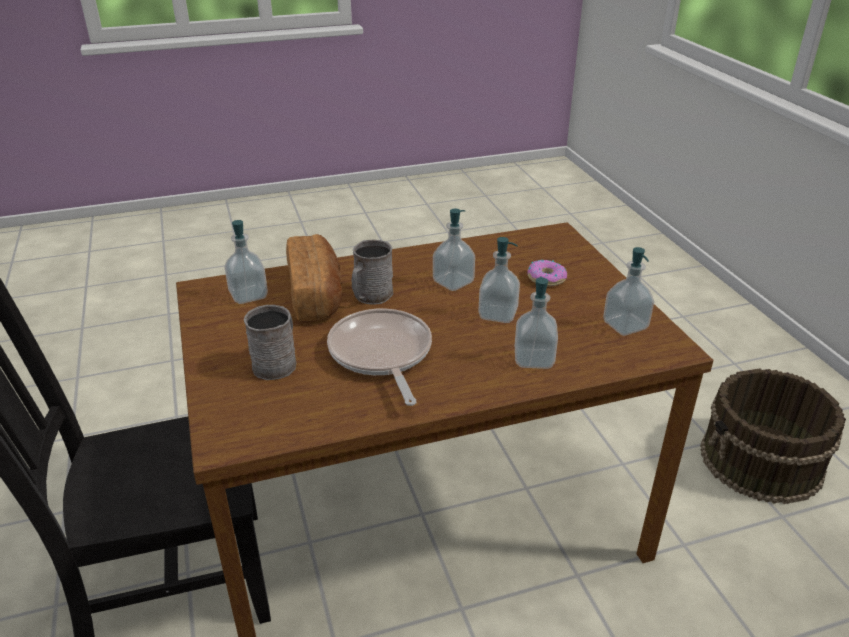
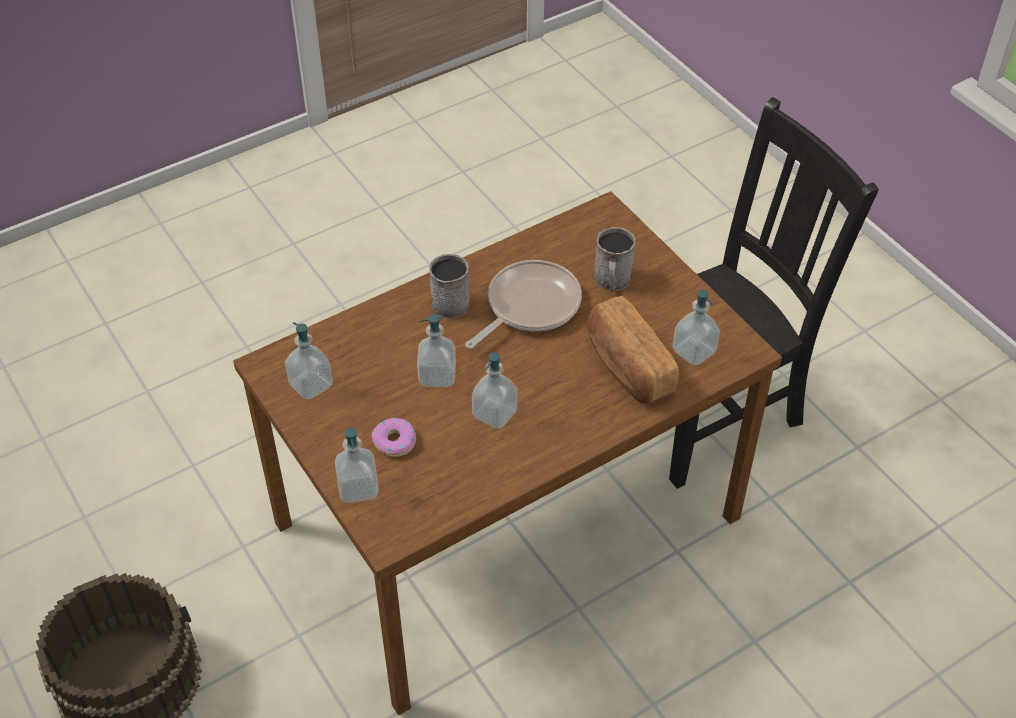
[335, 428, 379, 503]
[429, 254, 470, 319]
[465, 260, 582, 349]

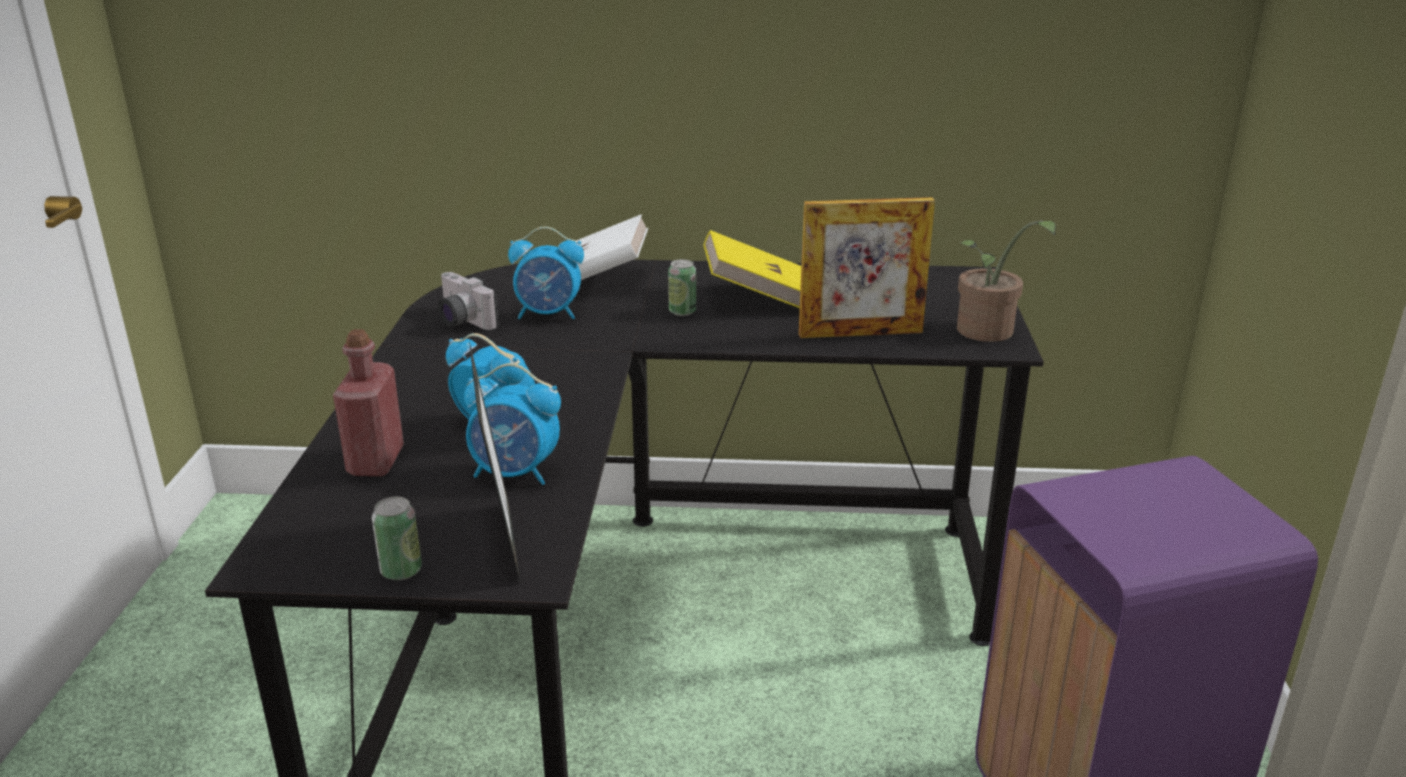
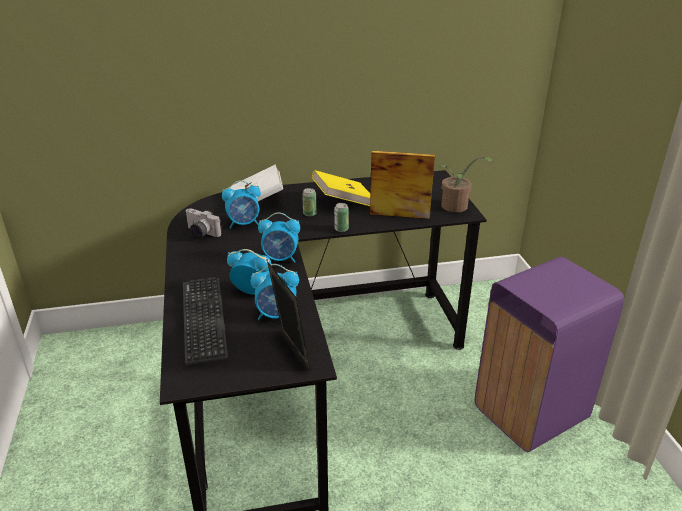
[183, 277, 228, 365]
[258, 212, 301, 263]
[334, 203, 349, 232]
[370, 151, 435, 219]

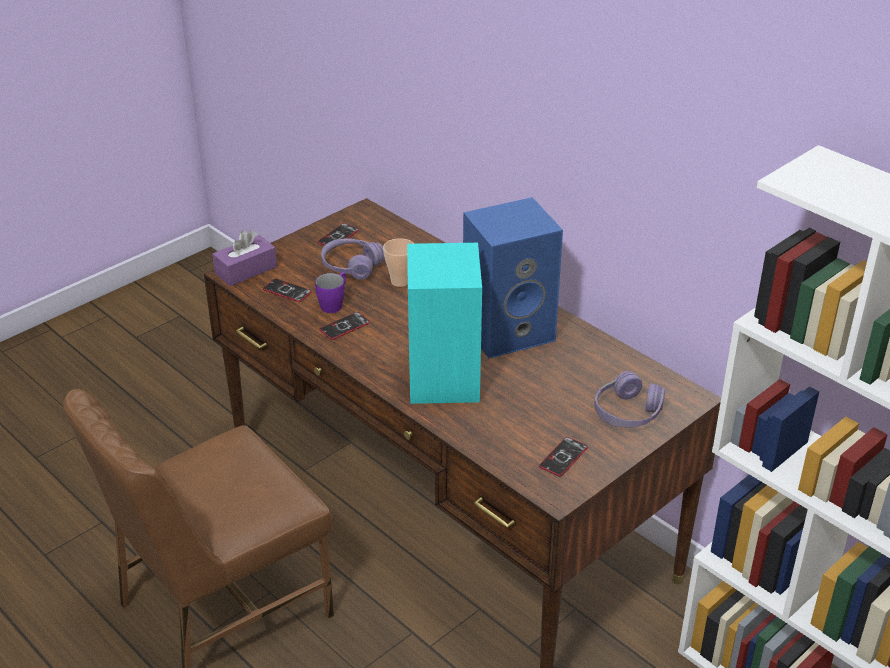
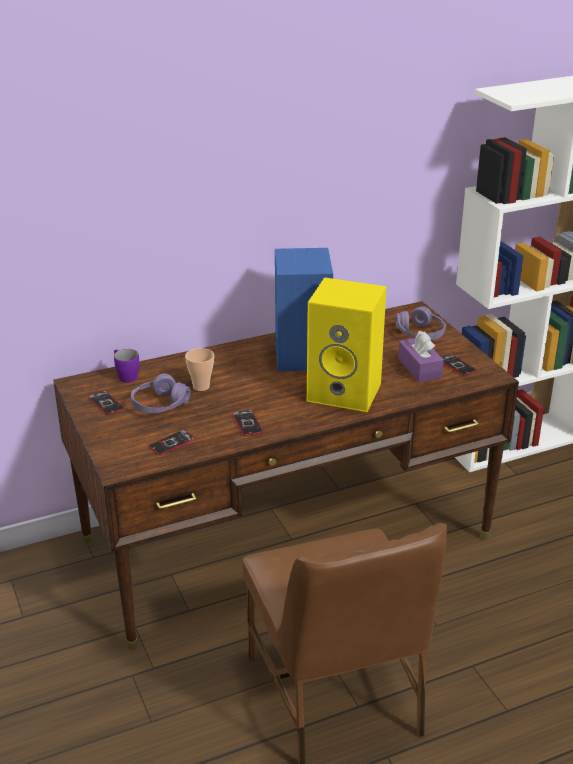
[114, 349, 139, 383]
[307, 277, 387, 412]
[398, 331, 444, 382]

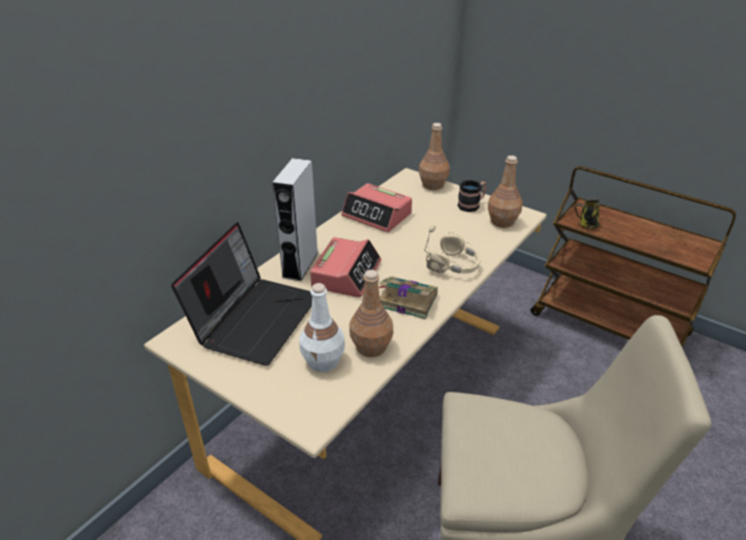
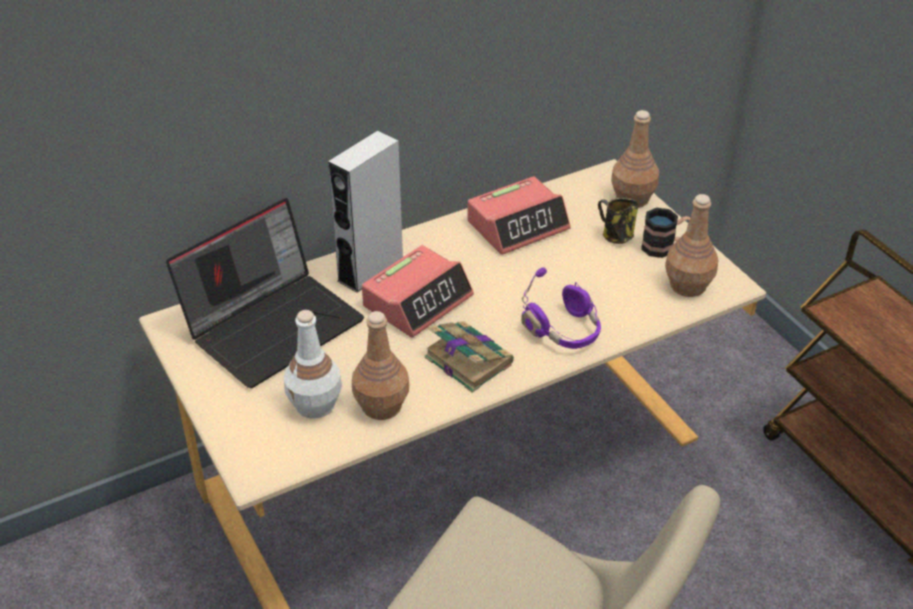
[468, 176, 571, 255]
[521, 267, 601, 349]
[598, 198, 638, 244]

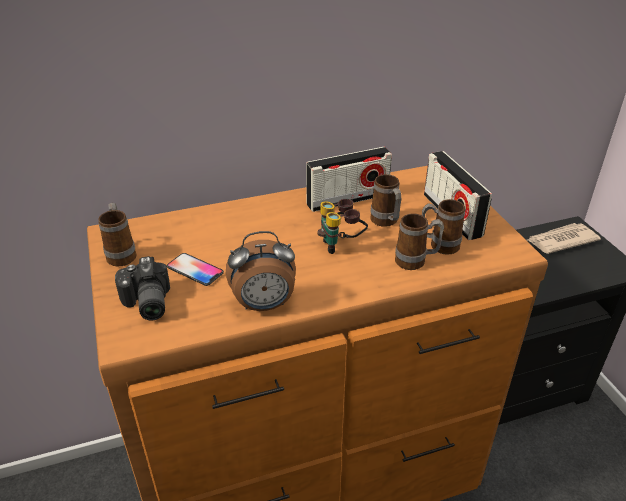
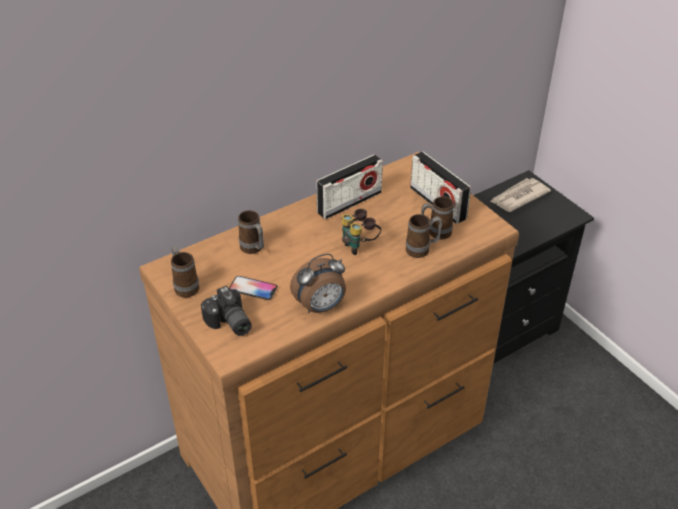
[238, 210, 264, 254]

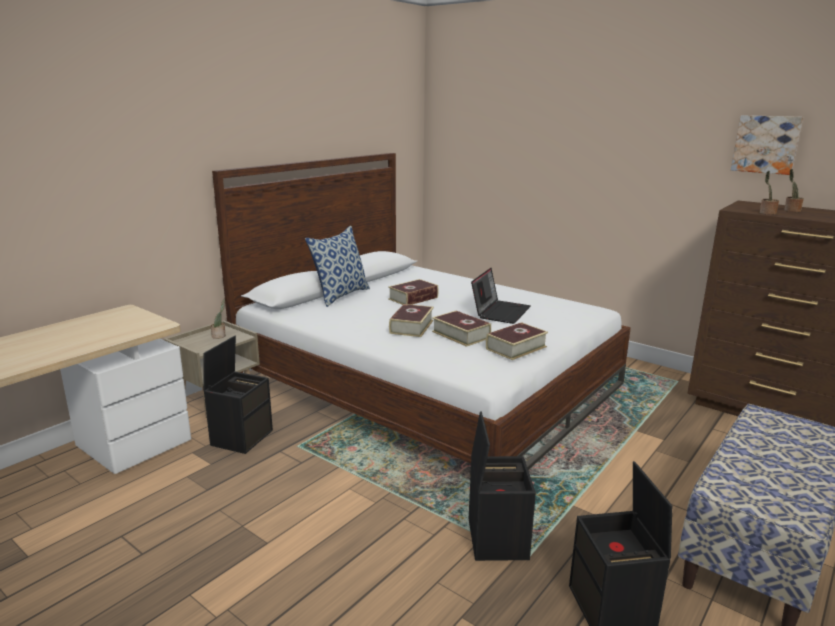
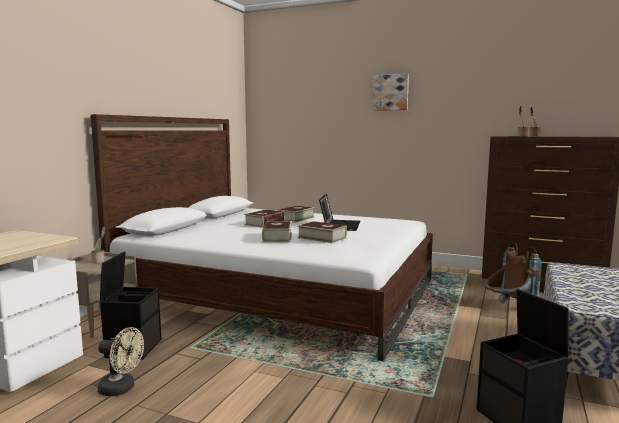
[98, 327, 144, 396]
[277, 205, 315, 223]
[373, 74, 409, 111]
[485, 243, 542, 303]
[305, 226, 370, 307] (first image)
[469, 411, 536, 561] (first image)

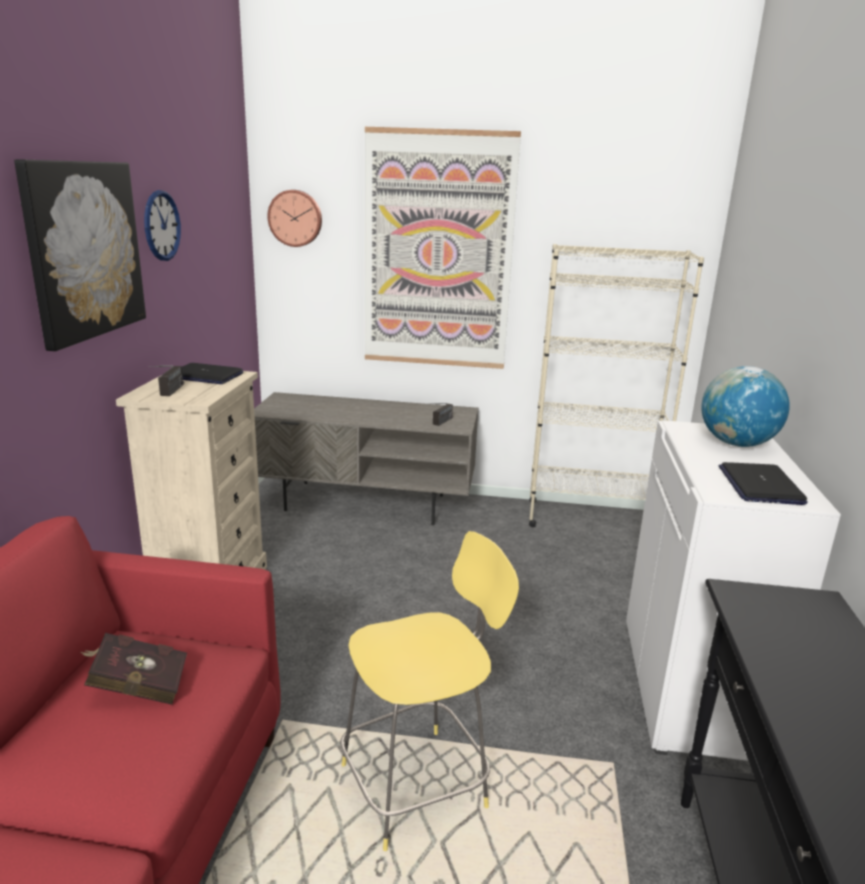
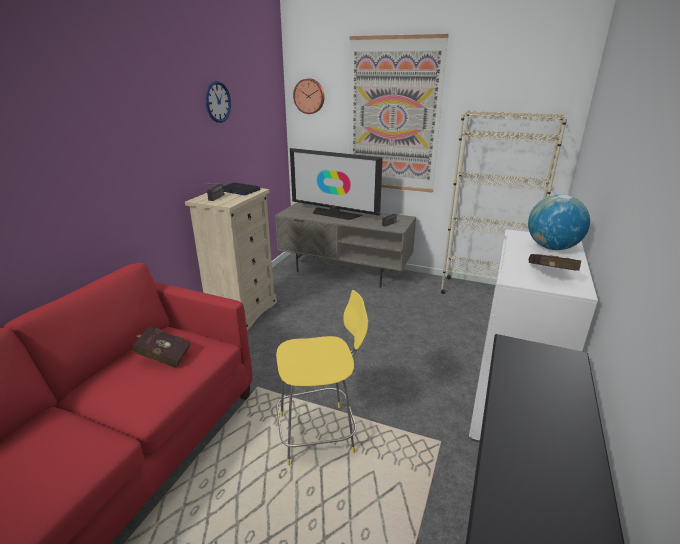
[290, 148, 383, 220]
[529, 254, 581, 271]
[14, 159, 146, 351] (first image)

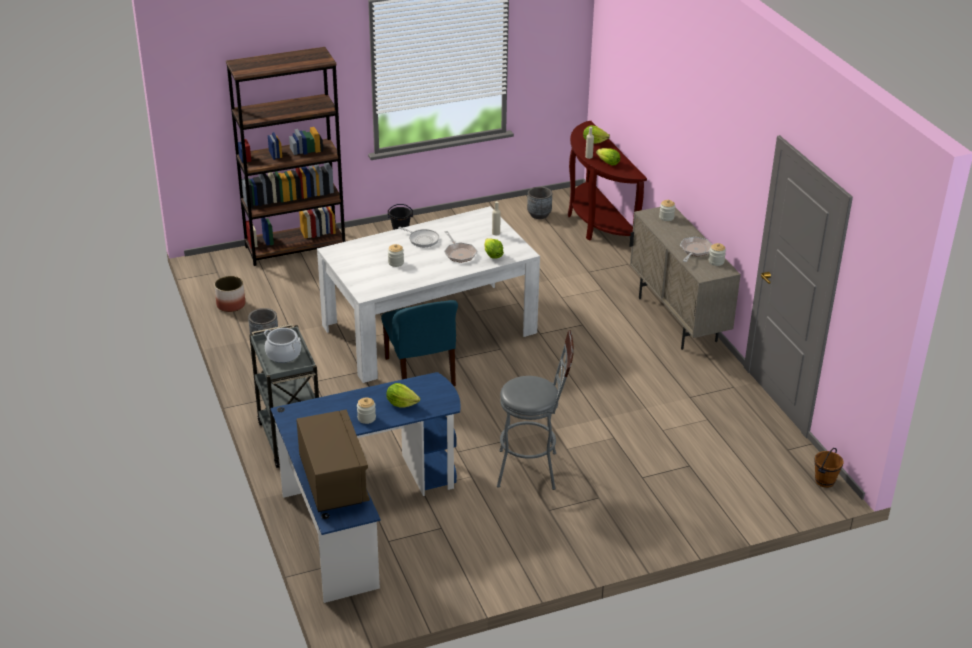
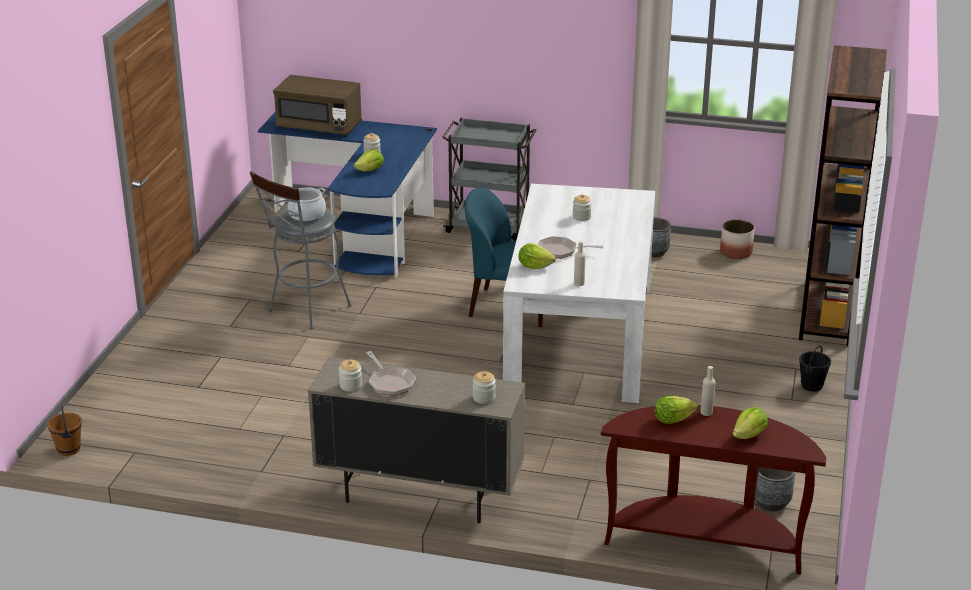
[288, 188, 326, 222]
[398, 227, 439, 247] (first image)

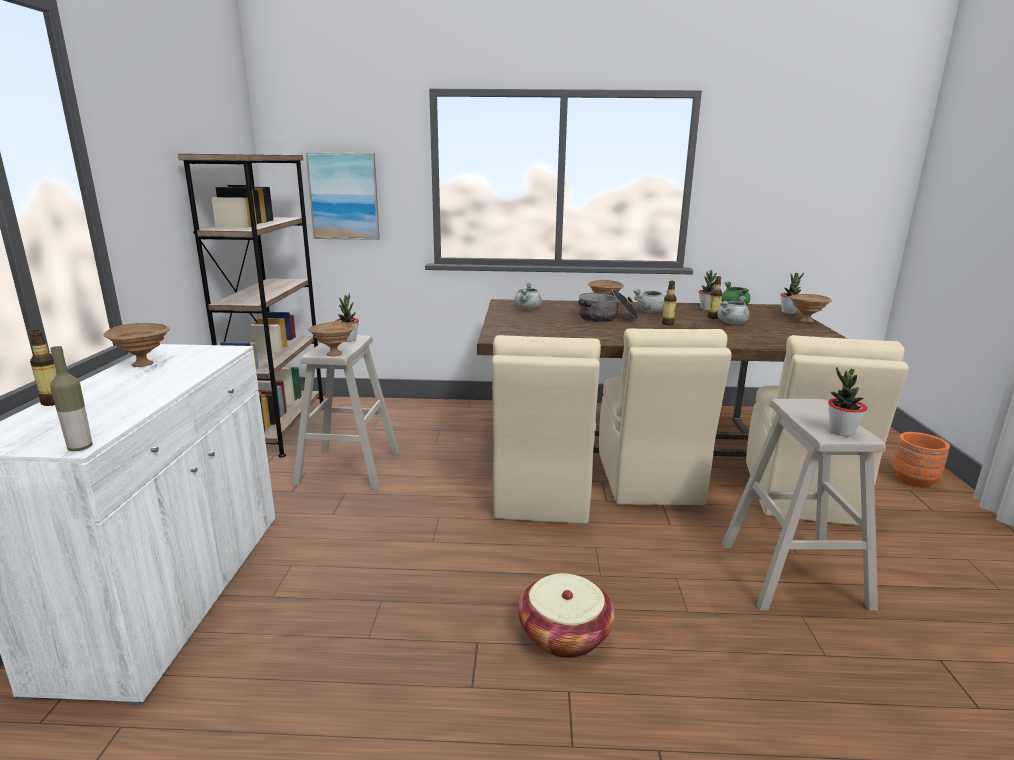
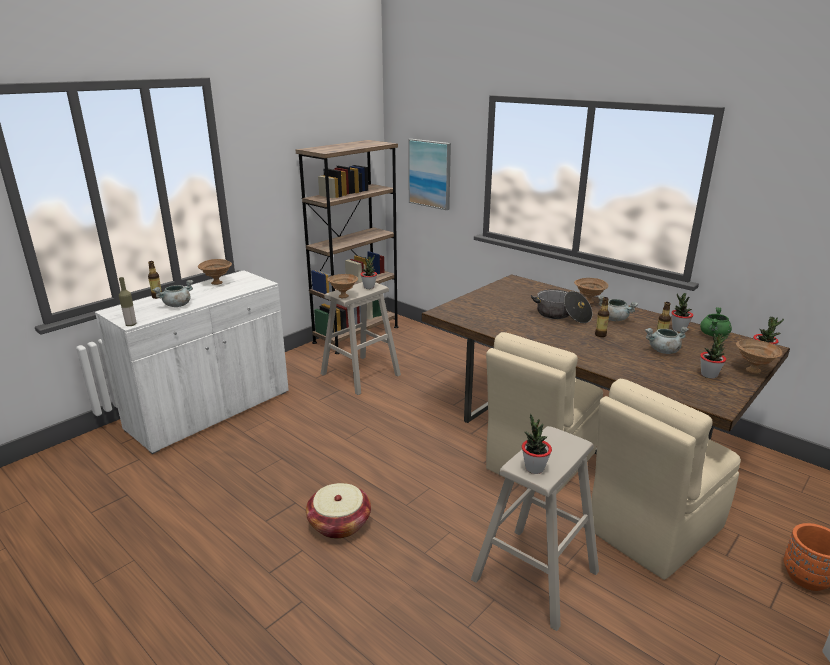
[153, 280, 193, 307]
[700, 333, 729, 379]
[492, 335, 601, 524] (first image)

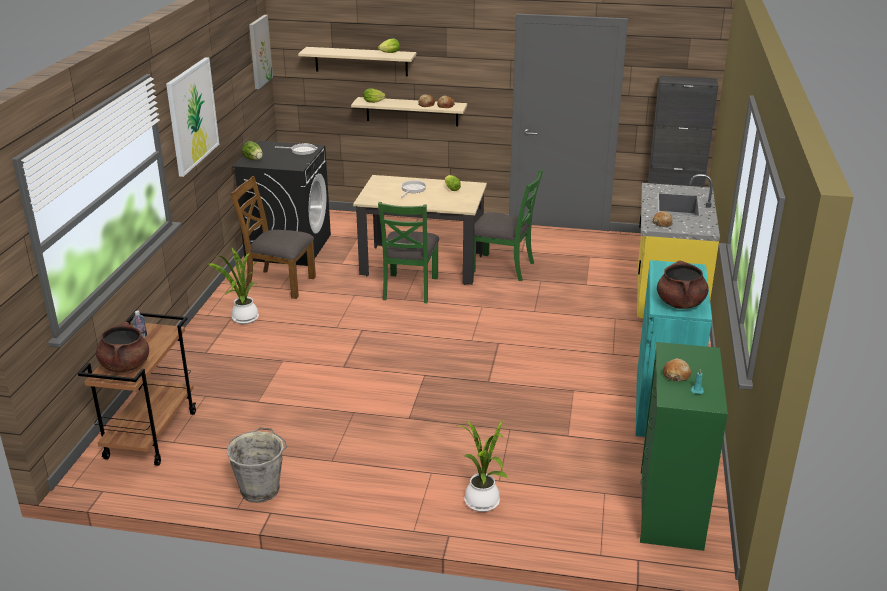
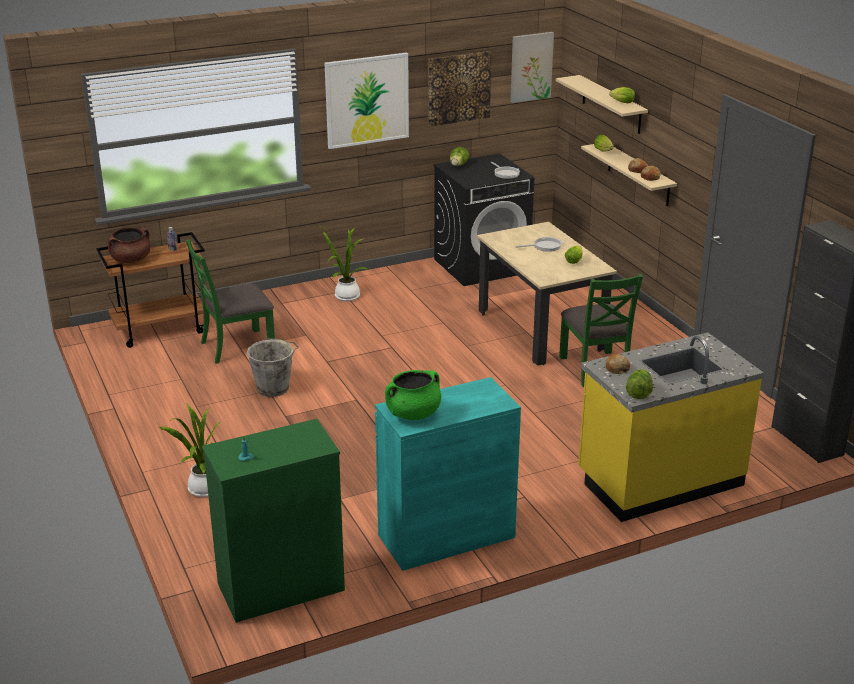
[186, 239, 275, 364]
[247, 339, 299, 397]
[385, 370, 441, 420]
[428, 51, 492, 126]
[626, 369, 653, 399]
[230, 176, 316, 299] (first image)
[663, 358, 691, 382] (first image)

